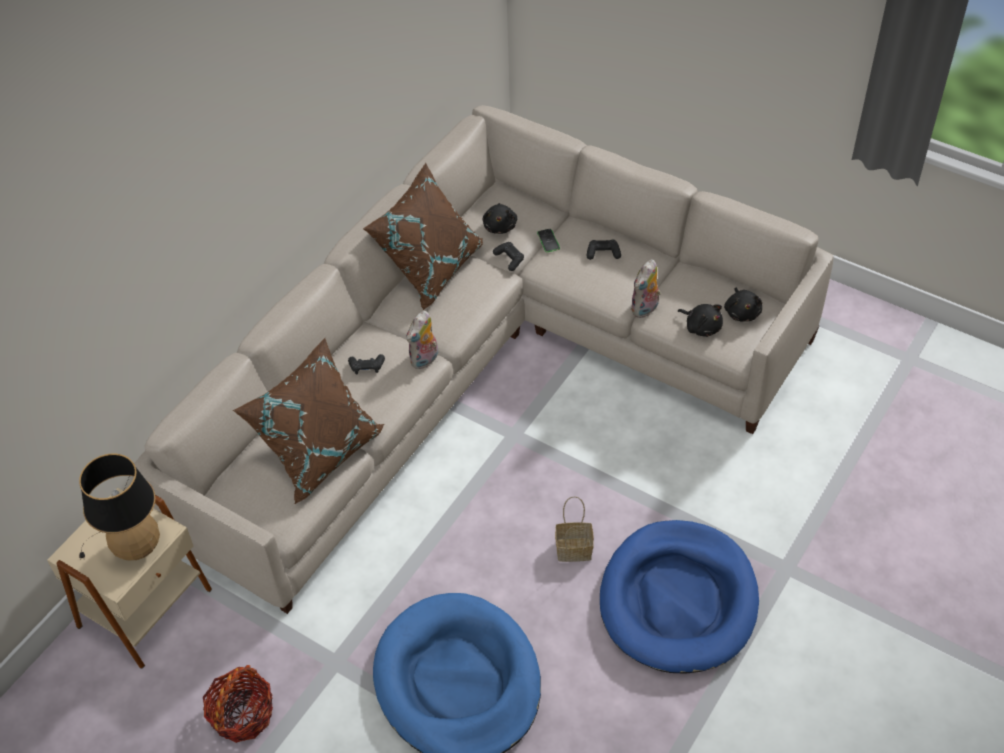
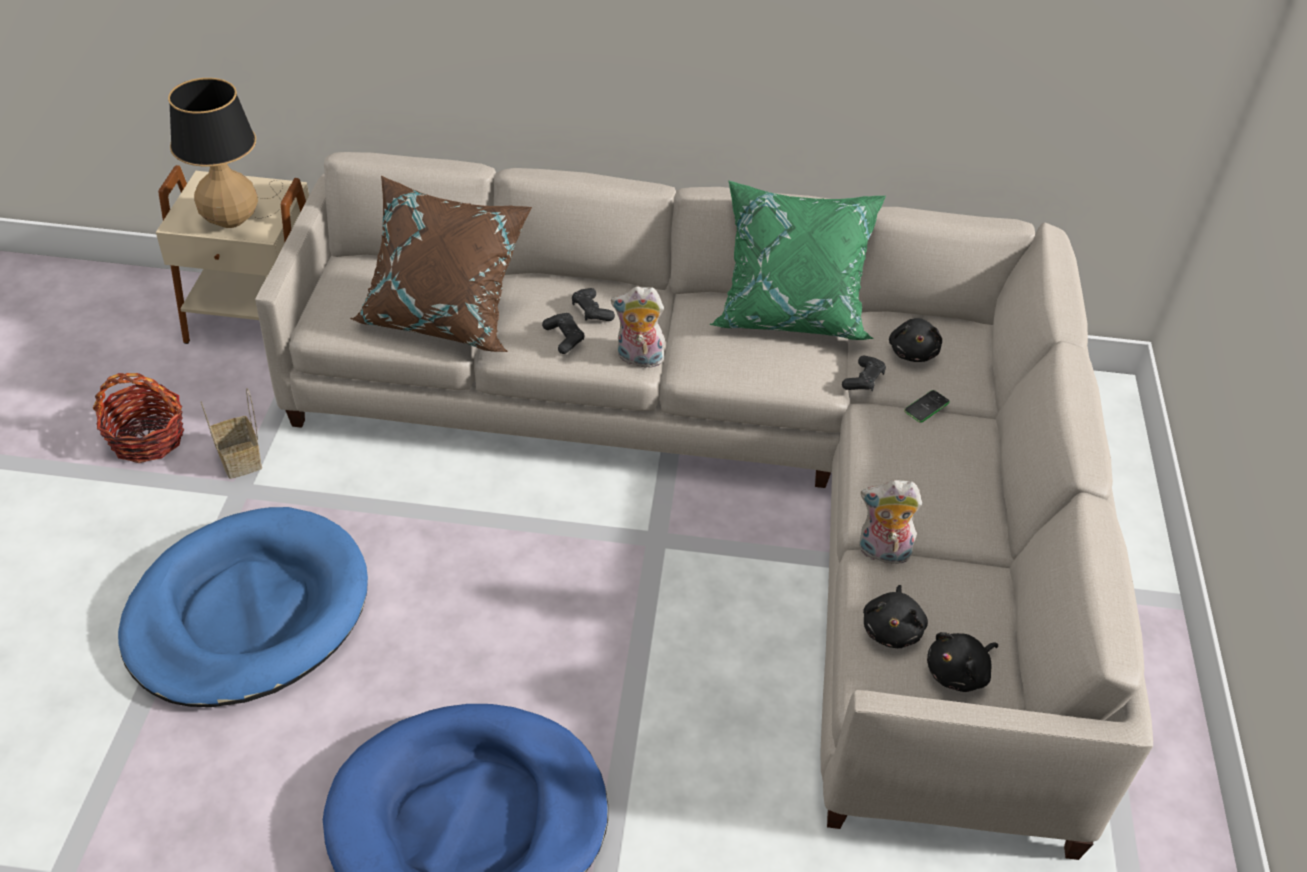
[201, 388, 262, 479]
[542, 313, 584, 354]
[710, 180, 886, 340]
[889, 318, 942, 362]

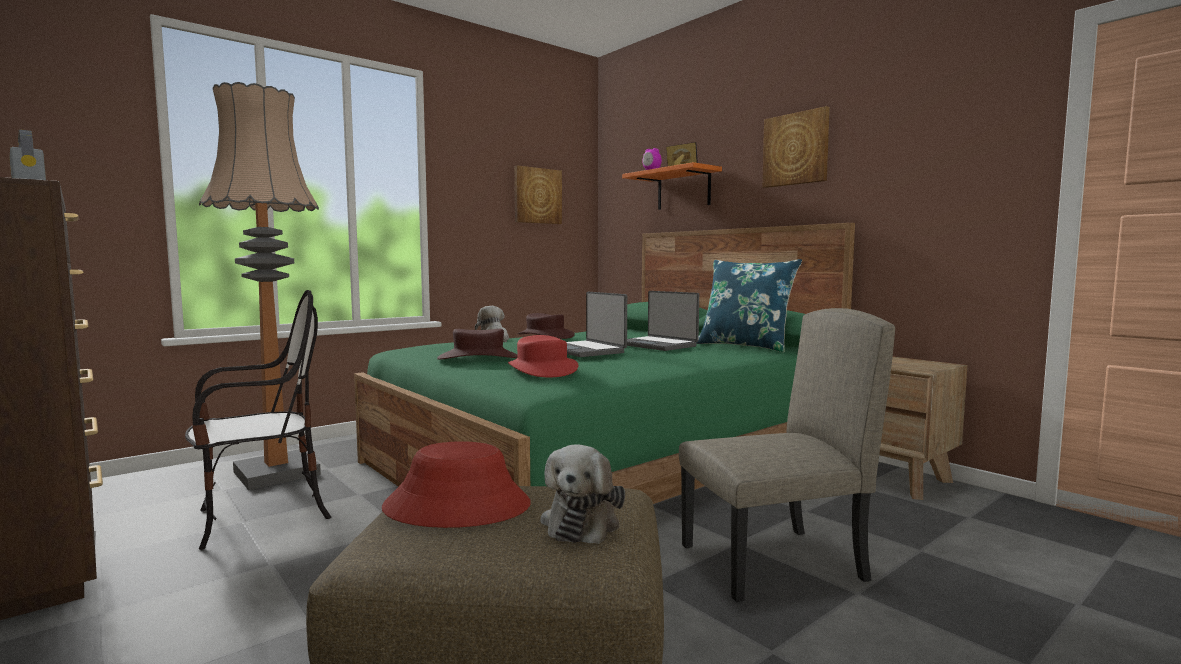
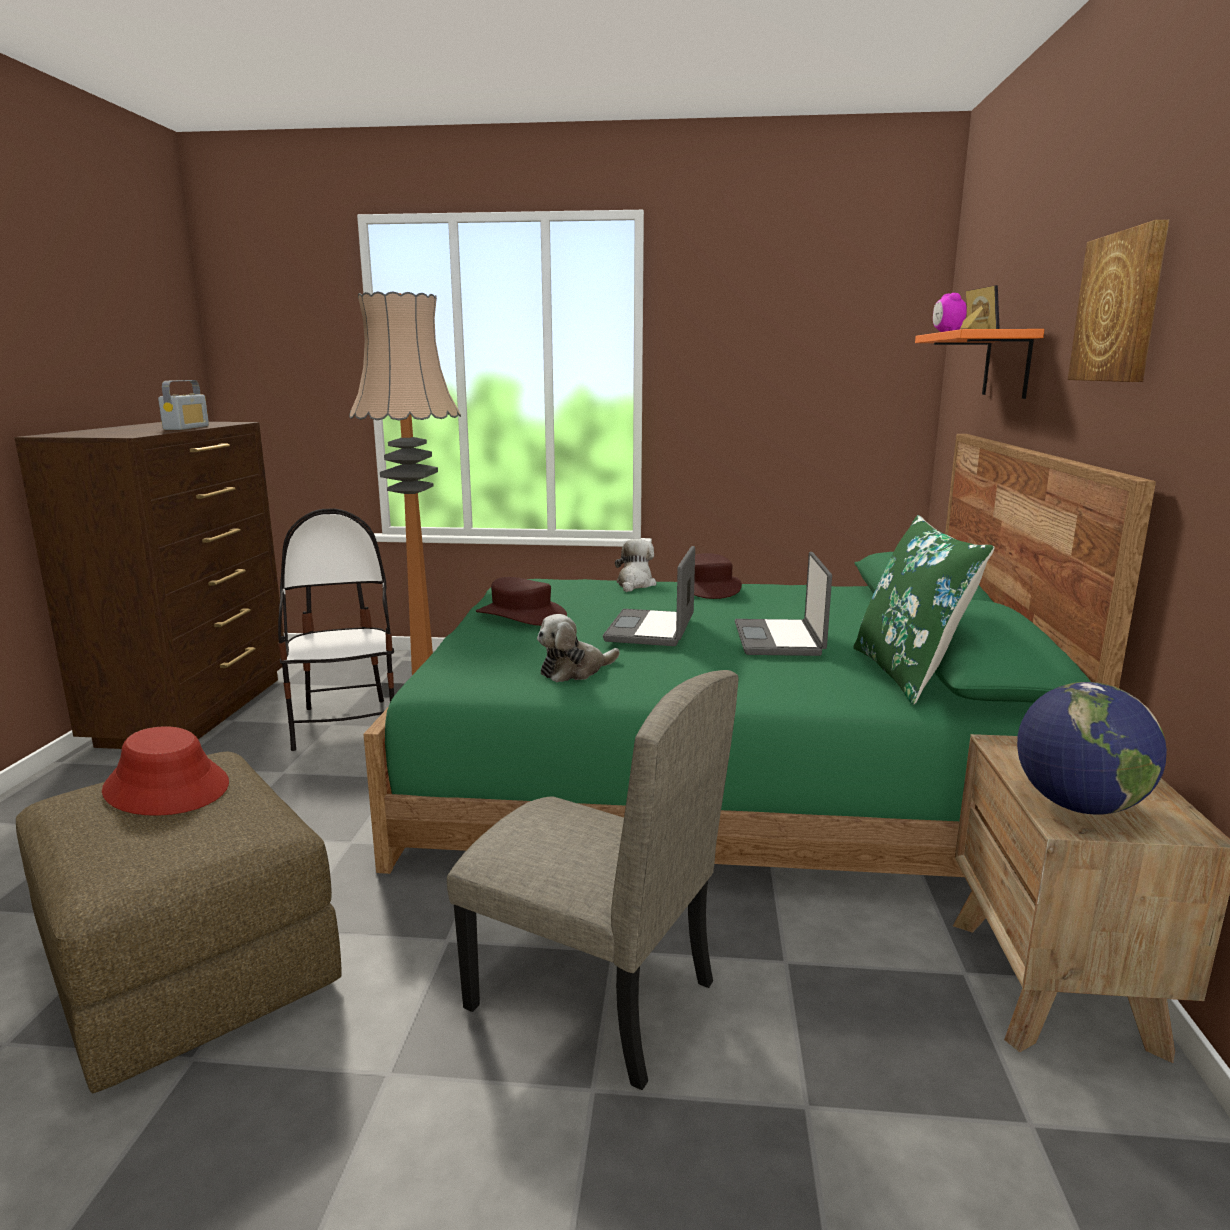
[278, 508, 394, 751]
[537, 614, 620, 682]
[853, 515, 994, 704]
[1017, 682, 1167, 815]
[508, 335, 579, 378] (first image)
[514, 166, 562, 224] (first image)

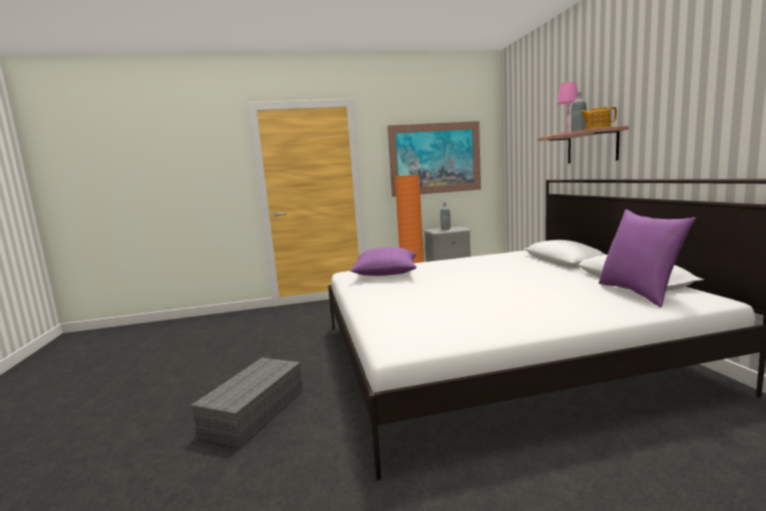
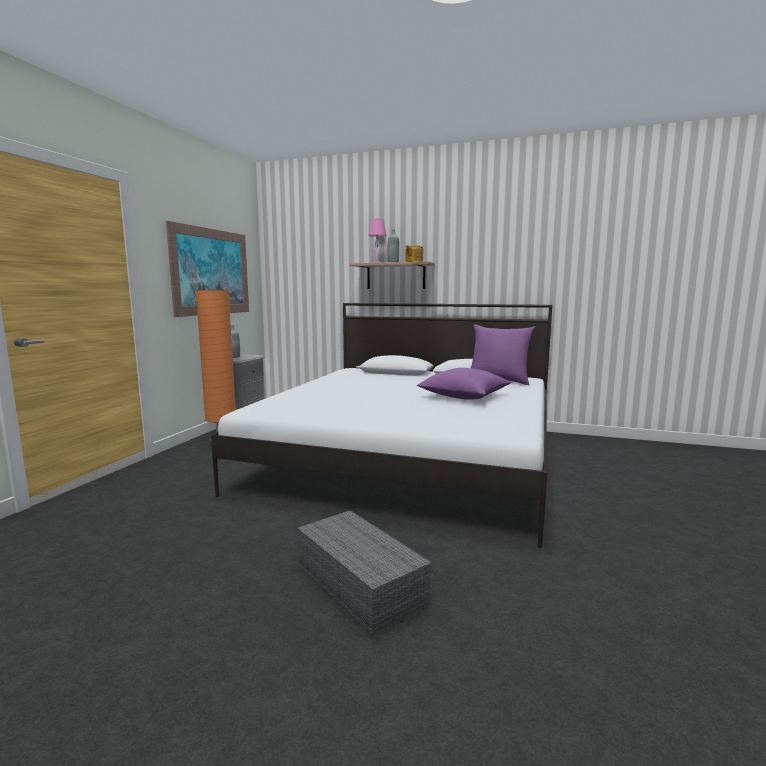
[417, 368, 511, 400]

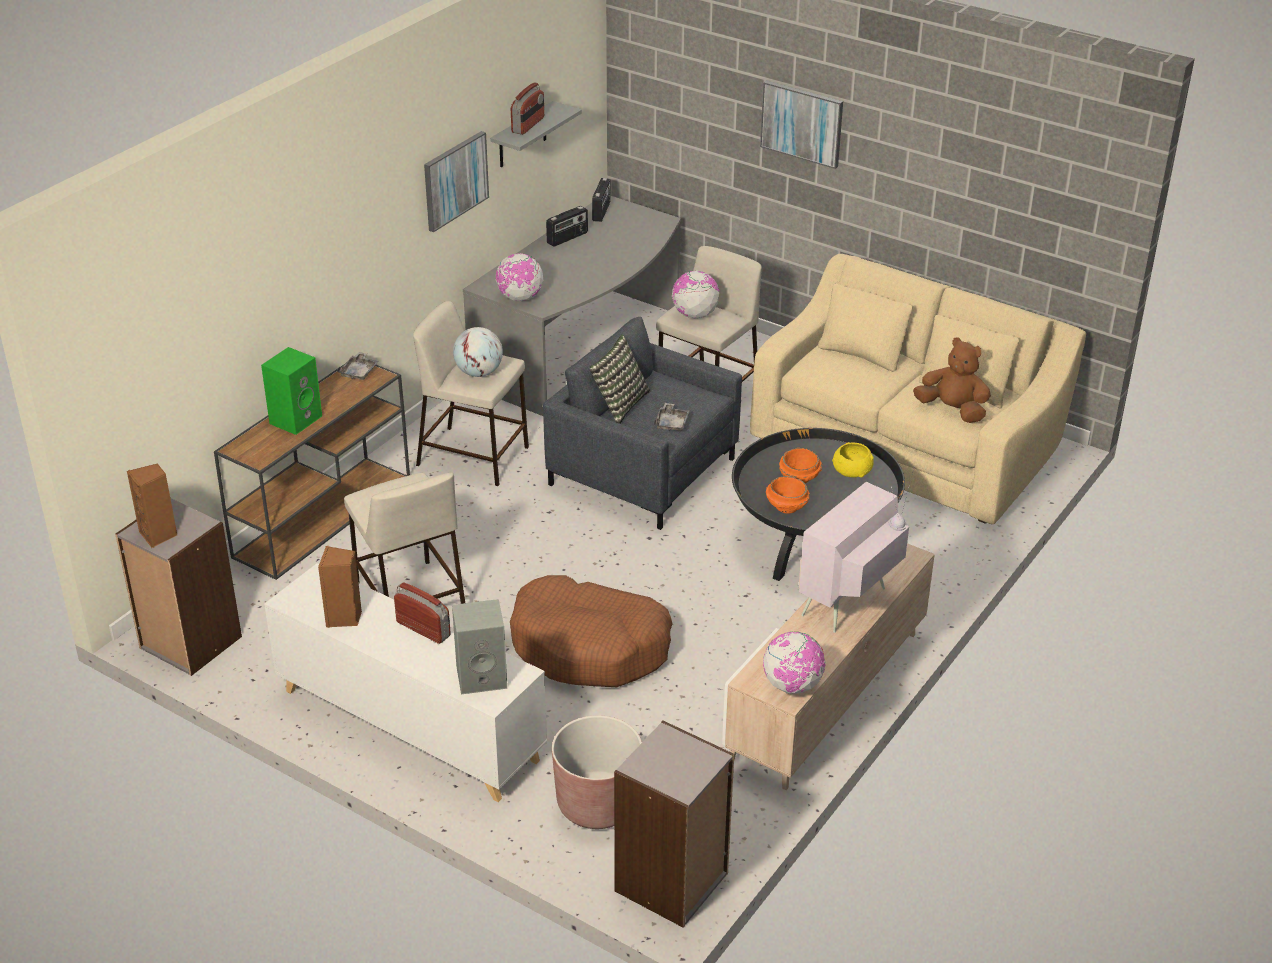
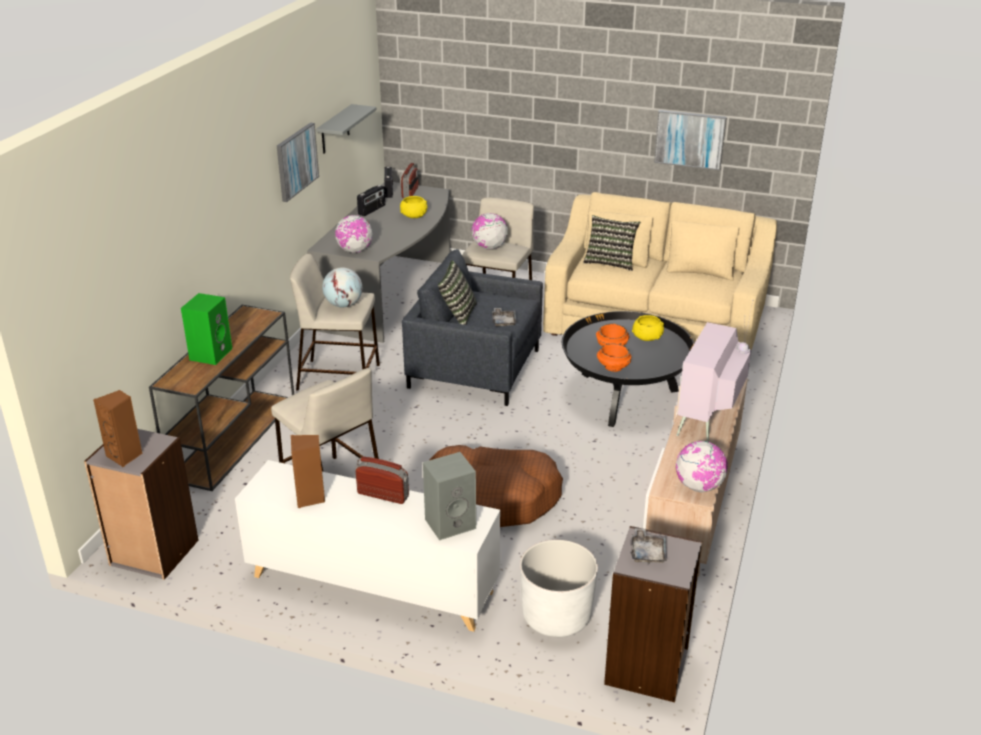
[400, 196, 427, 218]
[401, 163, 418, 198]
[520, 540, 598, 637]
[583, 215, 640, 271]
[631, 528, 667, 564]
[654, 110, 726, 170]
[913, 337, 991, 423] (first image)

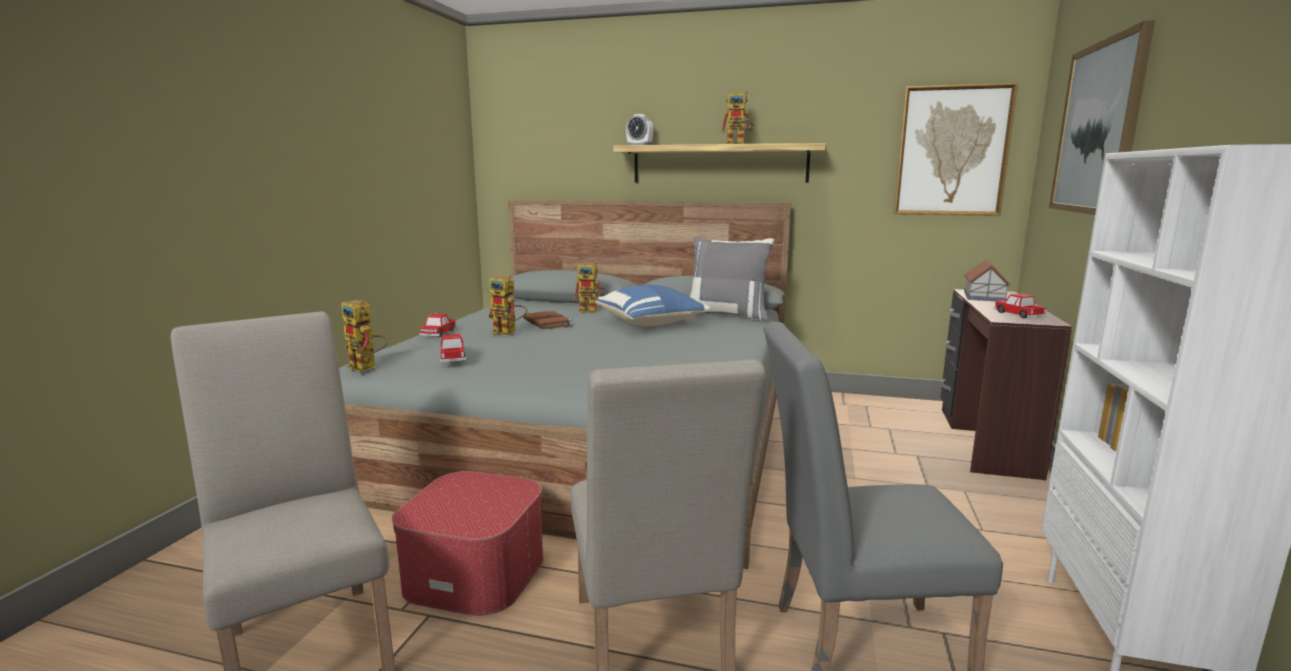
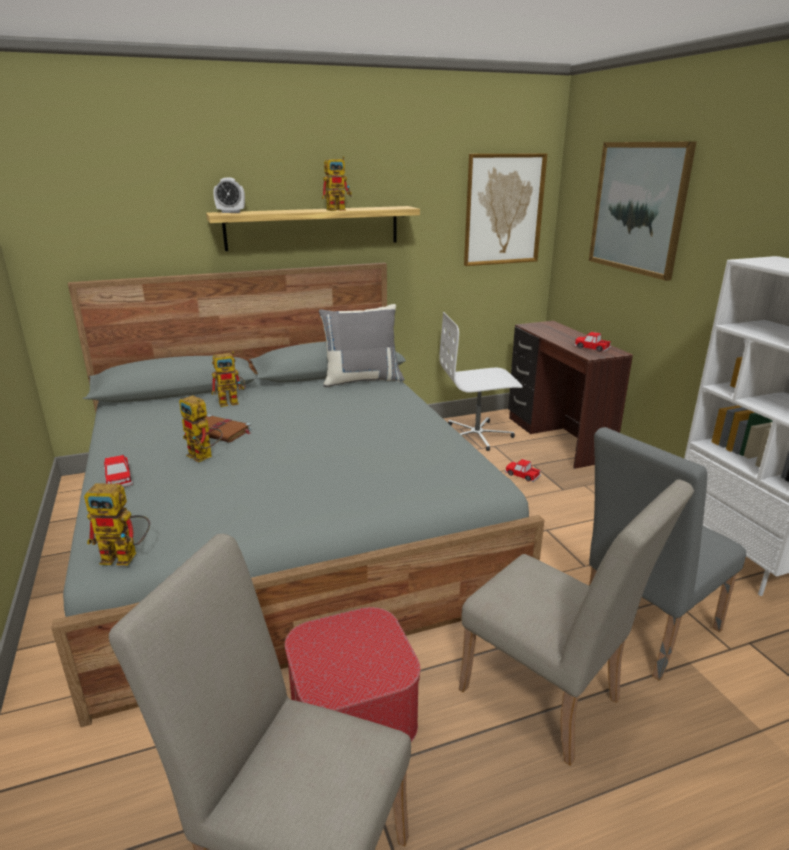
[179, 395, 223, 462]
[439, 312, 523, 451]
[505, 459, 541, 482]
[595, 285, 710, 326] (first image)
[964, 259, 1011, 302] (first image)

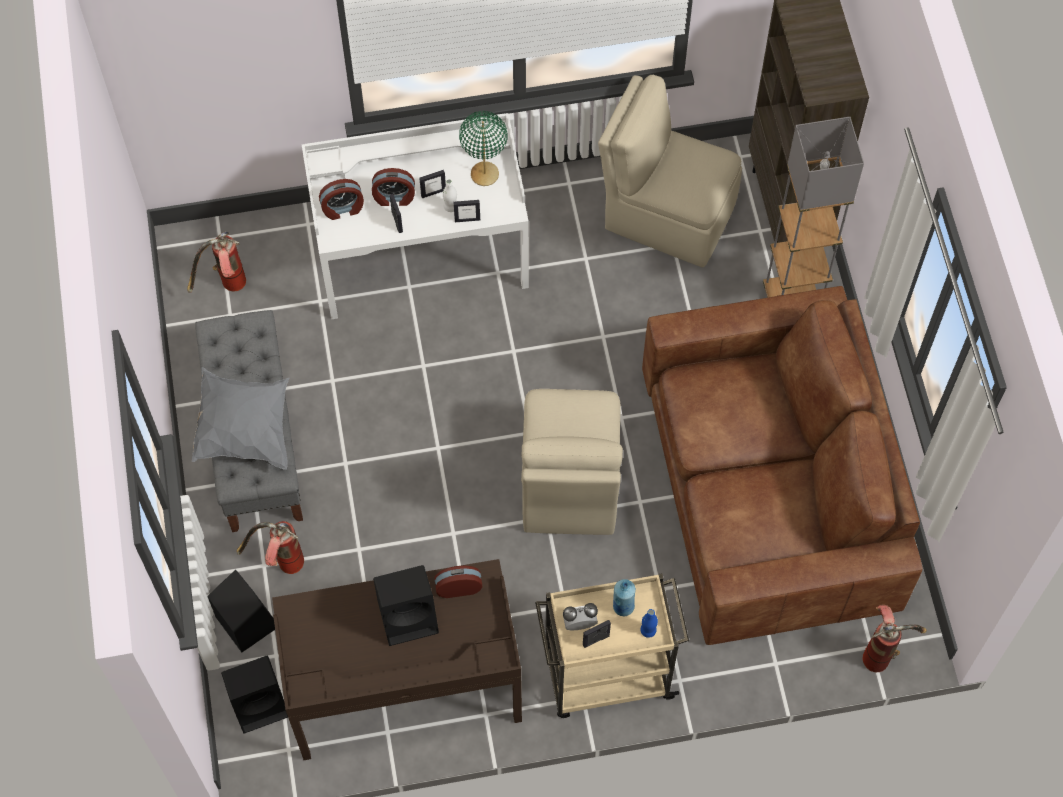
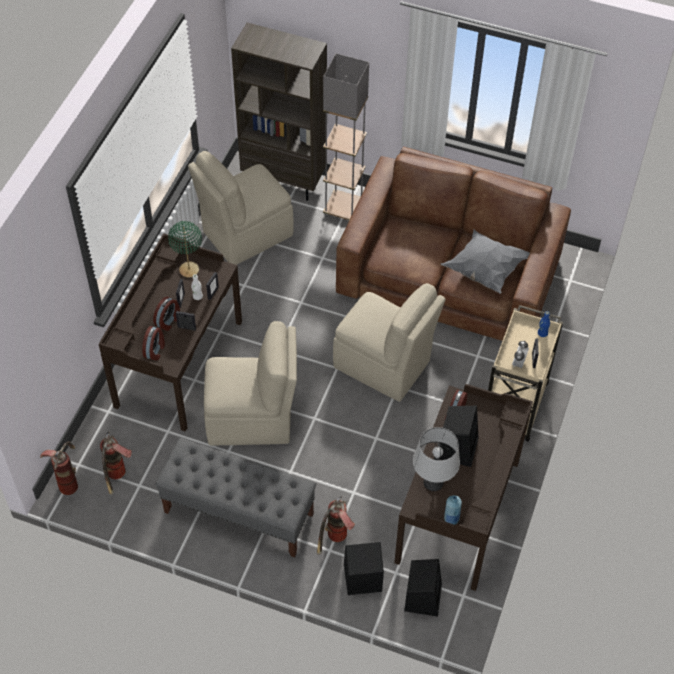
[40, 441, 78, 495]
[99, 233, 242, 432]
[204, 321, 297, 445]
[413, 427, 460, 491]
[440, 230, 530, 294]
[444, 495, 462, 525]

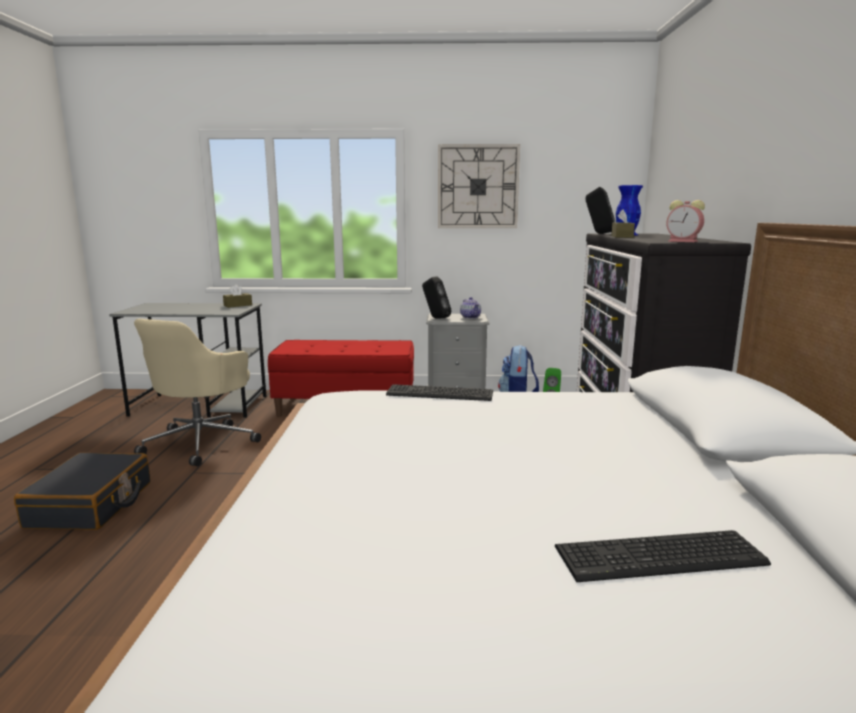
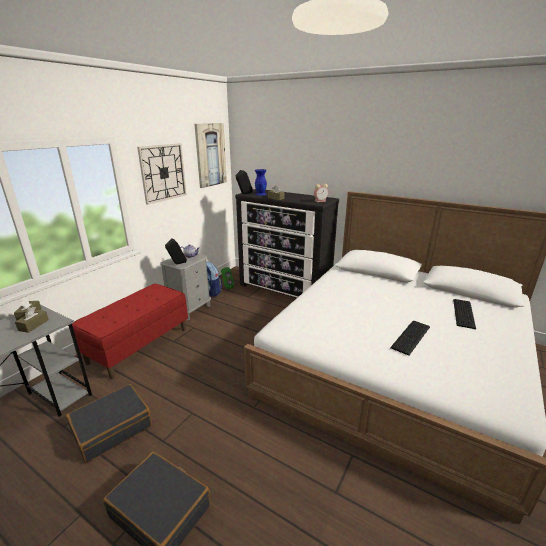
[15, 307, 49, 333]
[66, 384, 152, 463]
[194, 123, 227, 188]
[390, 321, 430, 356]

